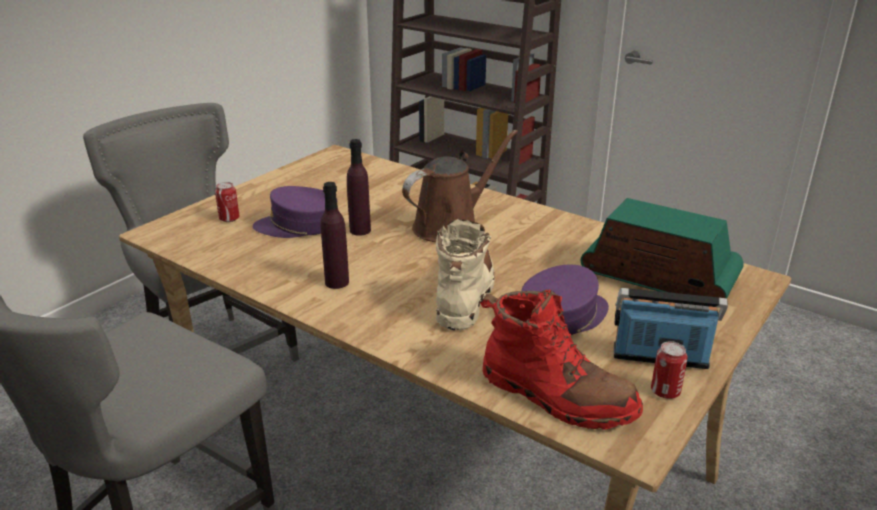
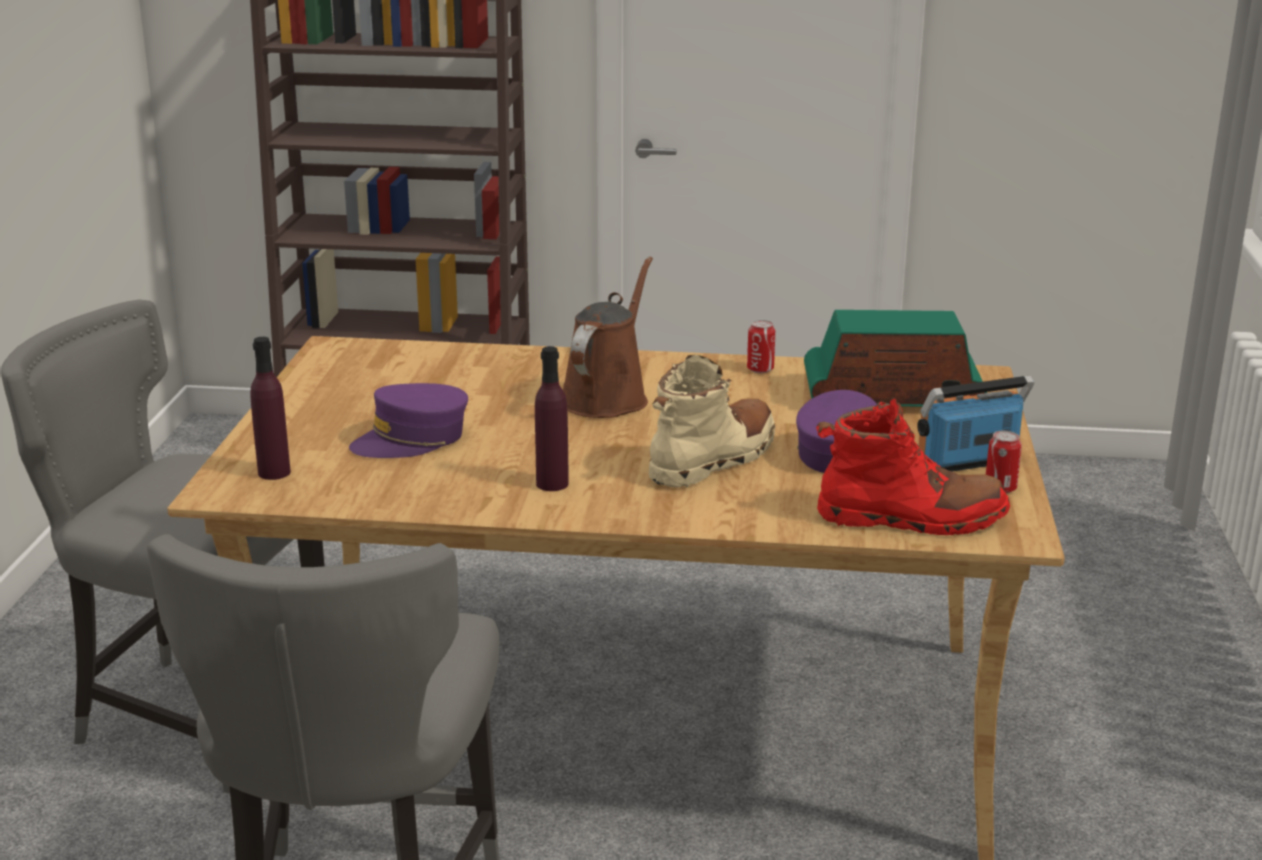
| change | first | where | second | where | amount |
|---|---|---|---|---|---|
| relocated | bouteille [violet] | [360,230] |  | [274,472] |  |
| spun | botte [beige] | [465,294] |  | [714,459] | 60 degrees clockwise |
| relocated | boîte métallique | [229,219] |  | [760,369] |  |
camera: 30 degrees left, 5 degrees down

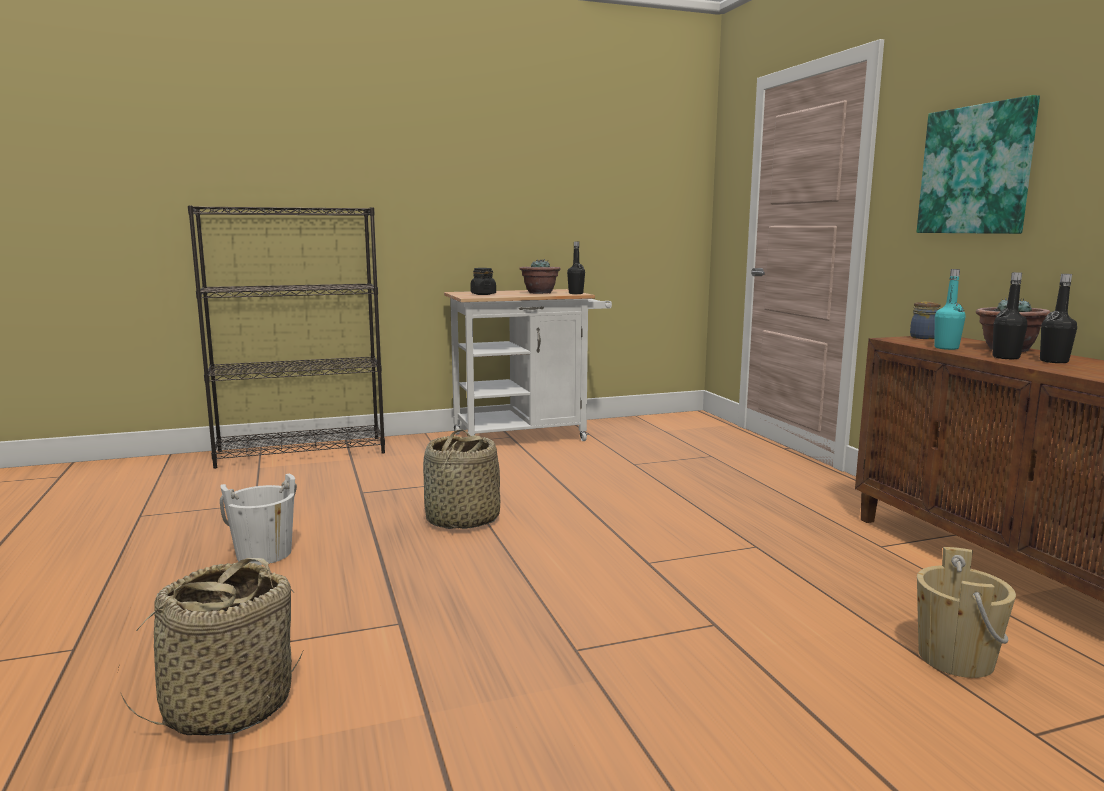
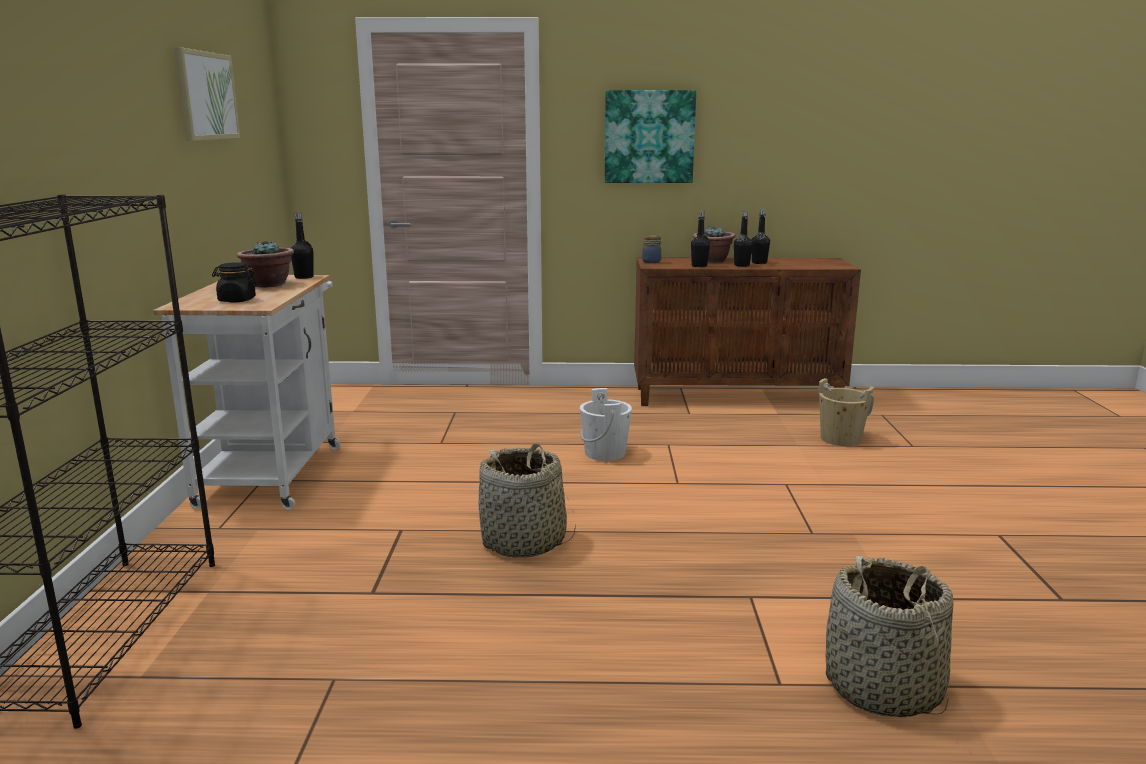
| change | first | where | second | where | amount |
|---|---|---|---|---|---|
| appeared |  |  | tableau | [206,96] |  |
| relocated | seau [blanc] | [264,554] |  | [605,453] |  |
| colour | bouteille [turquoise] | [946,348] | bouteille [noir] | [699,266] |  |
camera: 70 degrees left, 5 degrees up

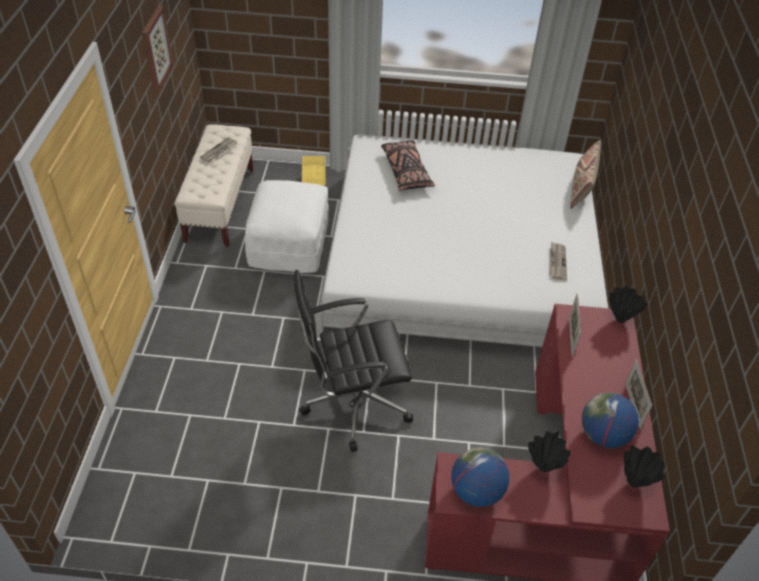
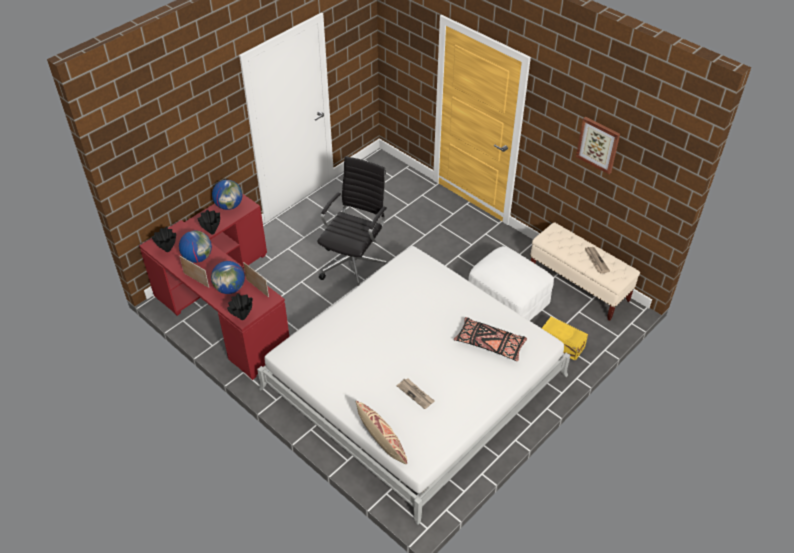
| change | first | where | second | where | amount |
|---|---|---|---|---|---|
| appeared |  |  | globe | [230,288] |  |
| relocated | journal | [557,262] |  | [416,394] |  |
camera: 130 degrees right, 0 degrees up

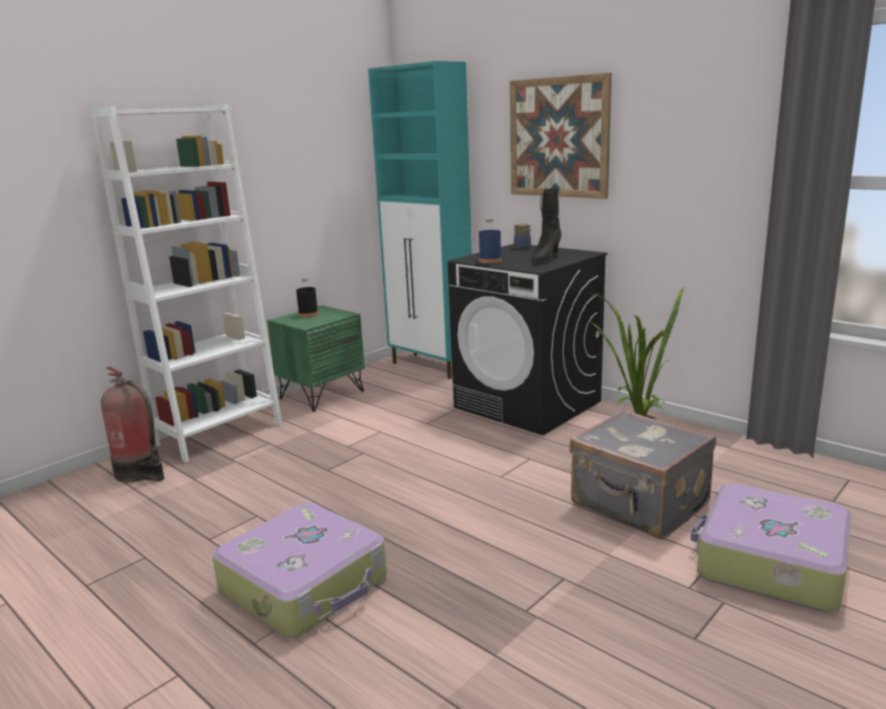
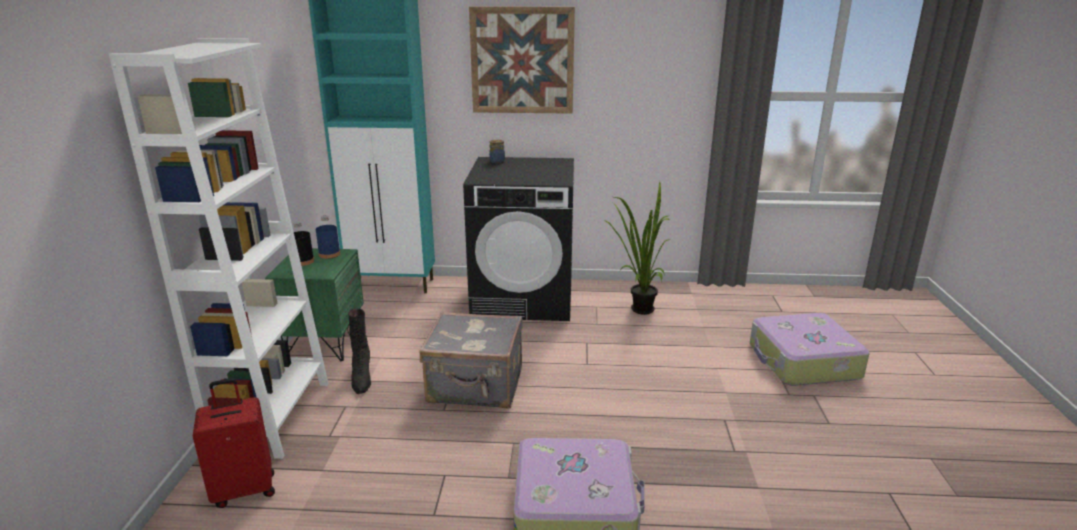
| change | first | where | second | where | amount |
|---|---|---|---|---|---|
| exchanged | extincteur | [140,473] | valise [rouge] | [244,489] |  |
| relocated | bouteille [bleu] | [490,261] |  | [329,254] |  |
| relocated | botte [noir] | [545,259] |  | [361,379] |  |
| relocated | valise [gris] | [639,505] |  | [476,387] |  |
camera: 40 degrees left, 5 degrees up

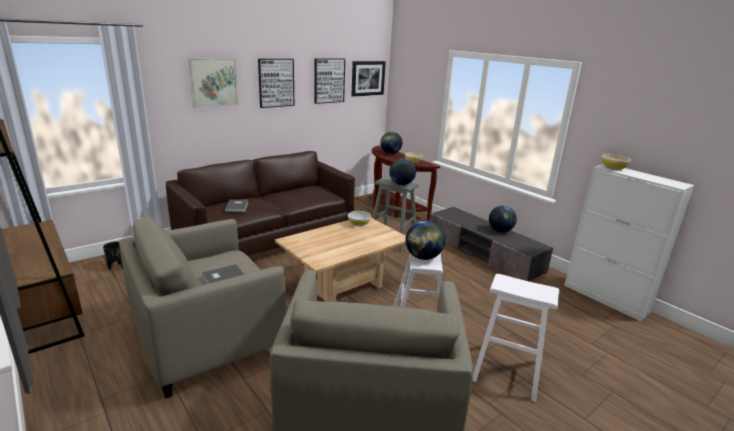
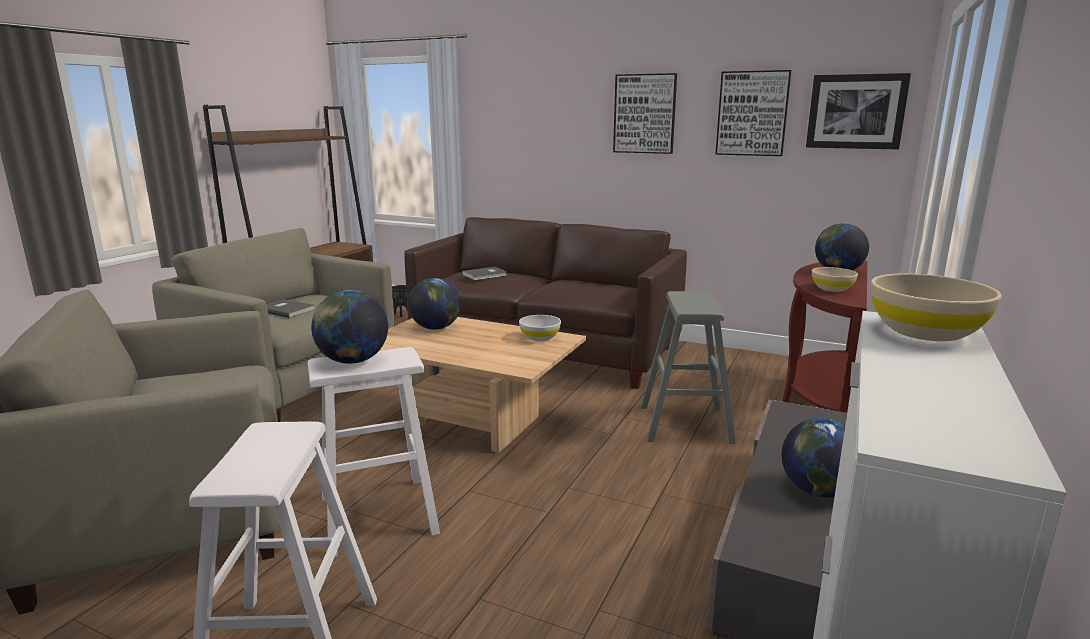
| change | first | where | second | where | amount |
|---|---|---|---|---|---|
| relocated | globe | [401,184] |  | [436,328] |  |
| missing | tableau | [213,82] |  |  |  |
camera: 65 degrees right, 5 degrees down

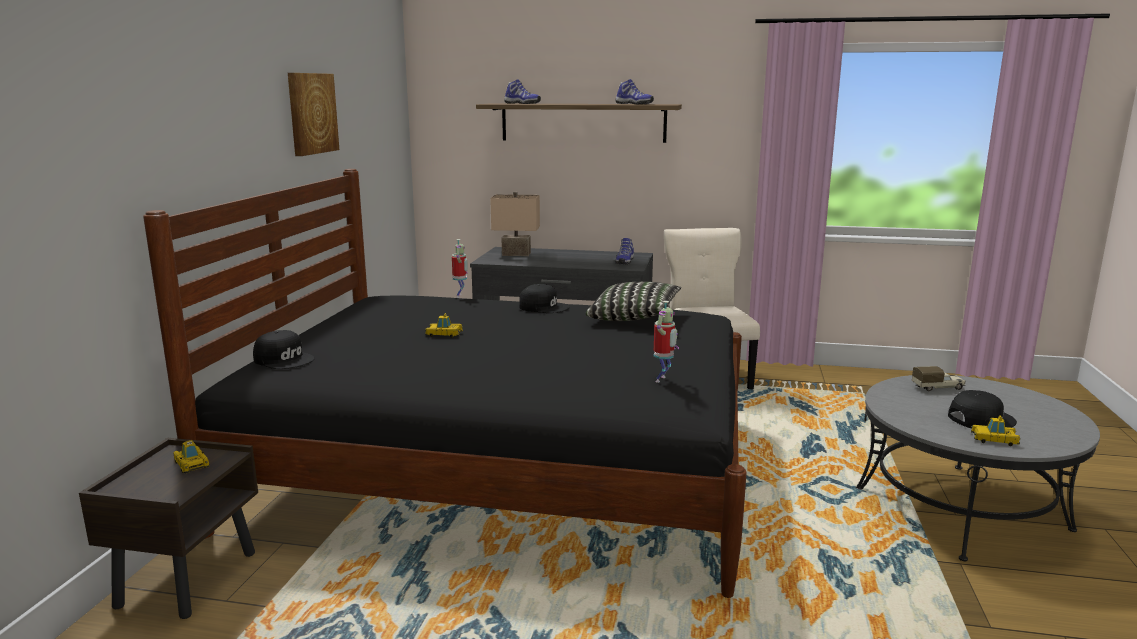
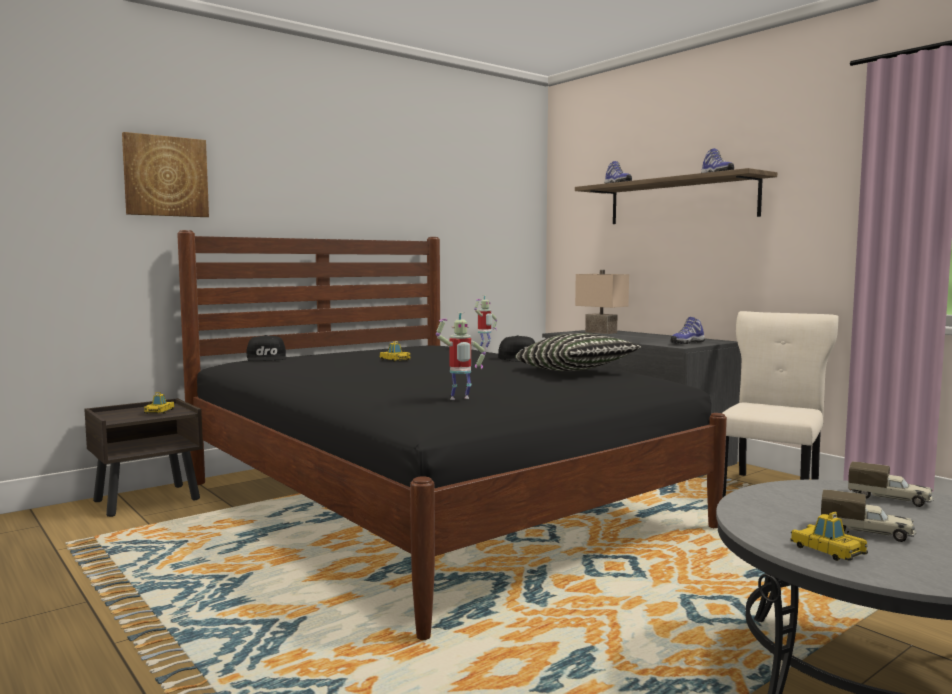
| change | first | where | second | where | amount |
|---|---|---|---|---|---|
| relocated | tableau | [311,113] |  | [165,176] |  |
| exchanged | casquette [noir] | [980,419] | camion jouet | [866,532] |  |
camera: 40 degrees right, 10 degrees down

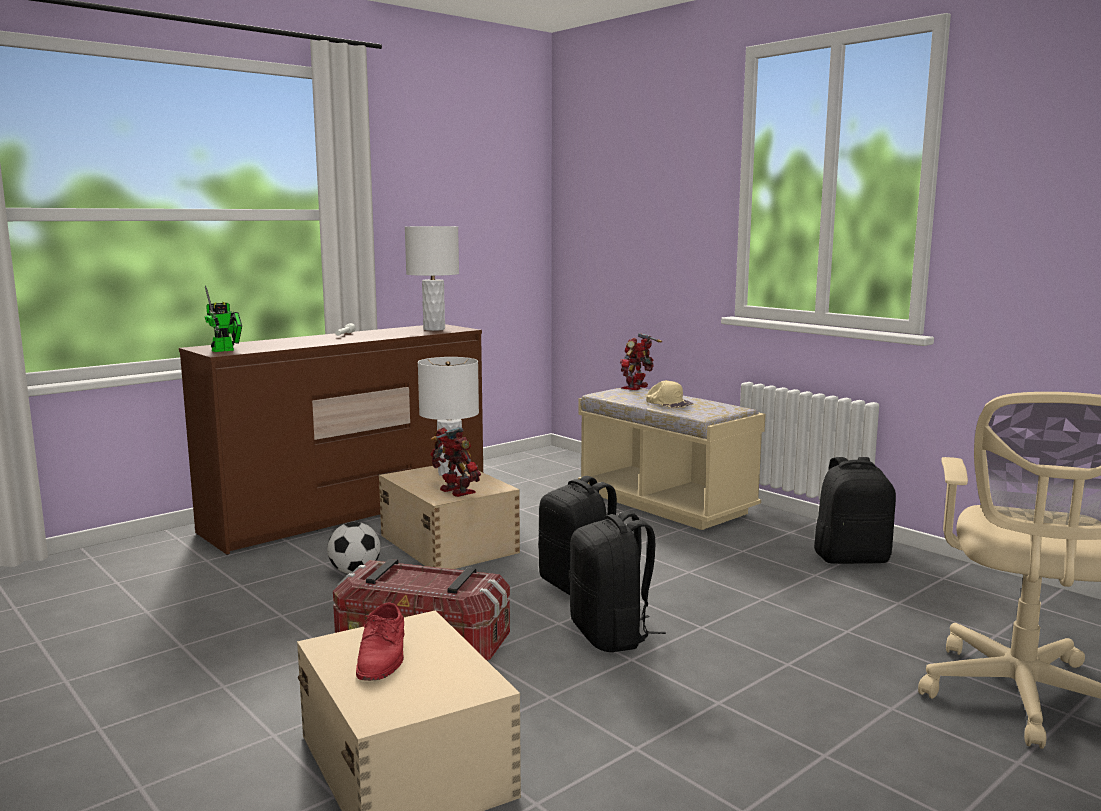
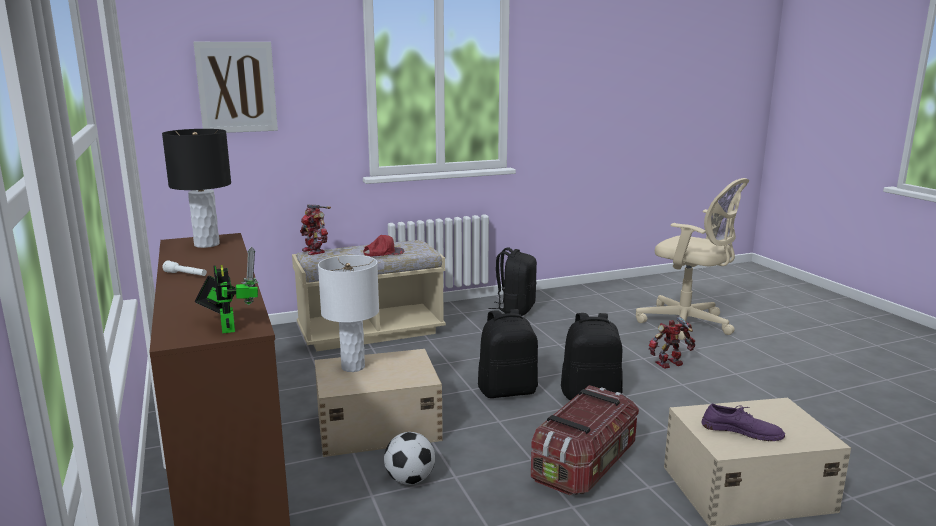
| change | first | where | second | where | amount |
|---|---|---|---|---|---|
| colour | lampe de table [blanc] | [434,329] | lampe de table [noir] | [206,244] |  |
| appeared |  |  | tableau | [236,87] |  |
| colour | casquette [beige] | [668,403] | casquette [rouge] | [383,252] |  |
| relocated | robot jouet | [455,492] |  | [670,364] |  |
| colour | chaussure [rouge] | [383,655] | chaussure [violet] | [741,430] |  |
camera: 70 degrees left, 5 degrees up

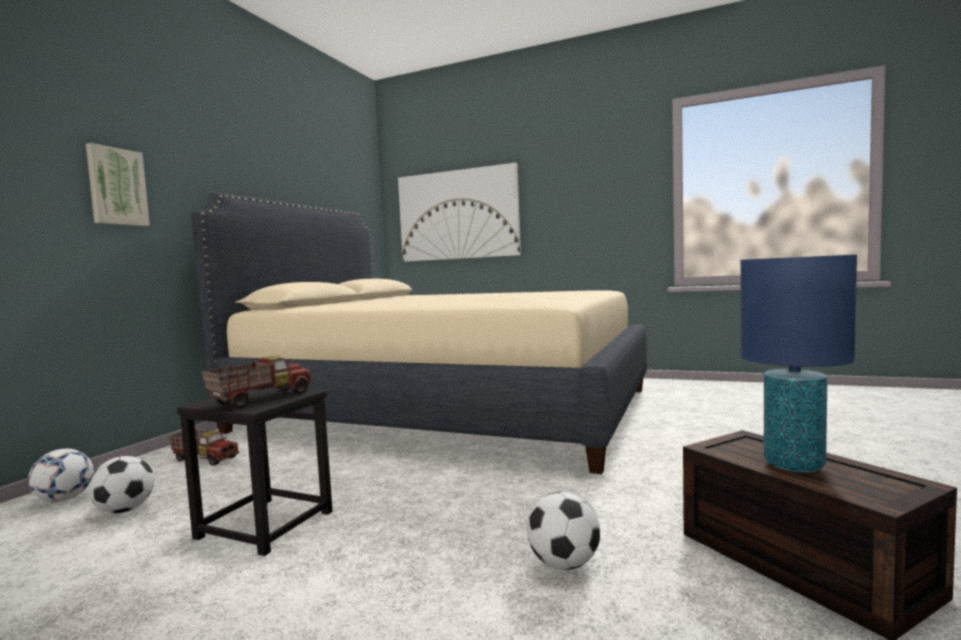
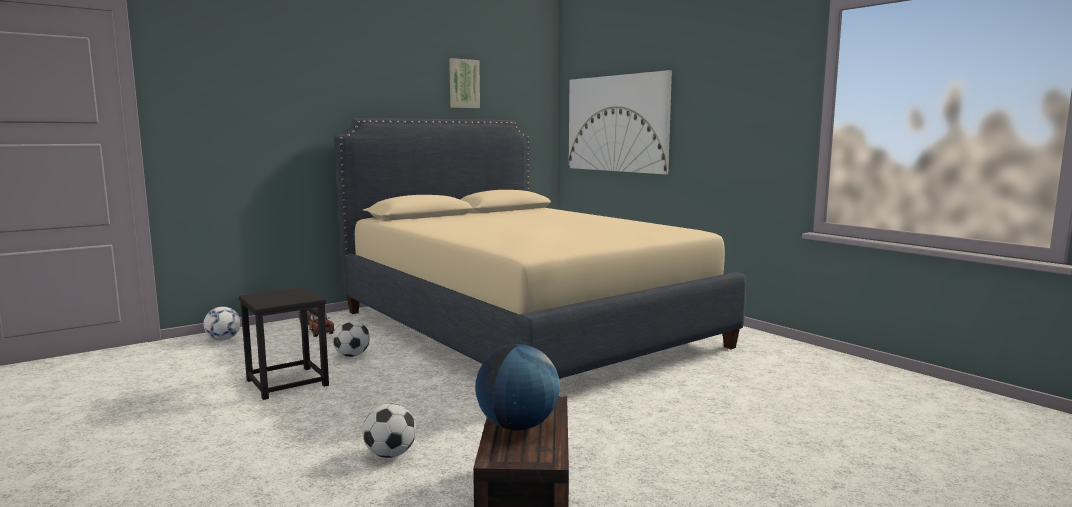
| change | first | where | second | where | amount |
|---|---|---|---|---|---|
| relocated | ballon de foot | [124,510] |  | [352,355] |  |
| relocated | tableau | [116,187] |  | [463,84] |  |
| exchanged | lampe de table [bleu] | [794,465] | globe | [517,426] |  |
| missing | camion jouet | [260,399] |  |  |  |
camera: 30 degrees right, 5 degrees up

